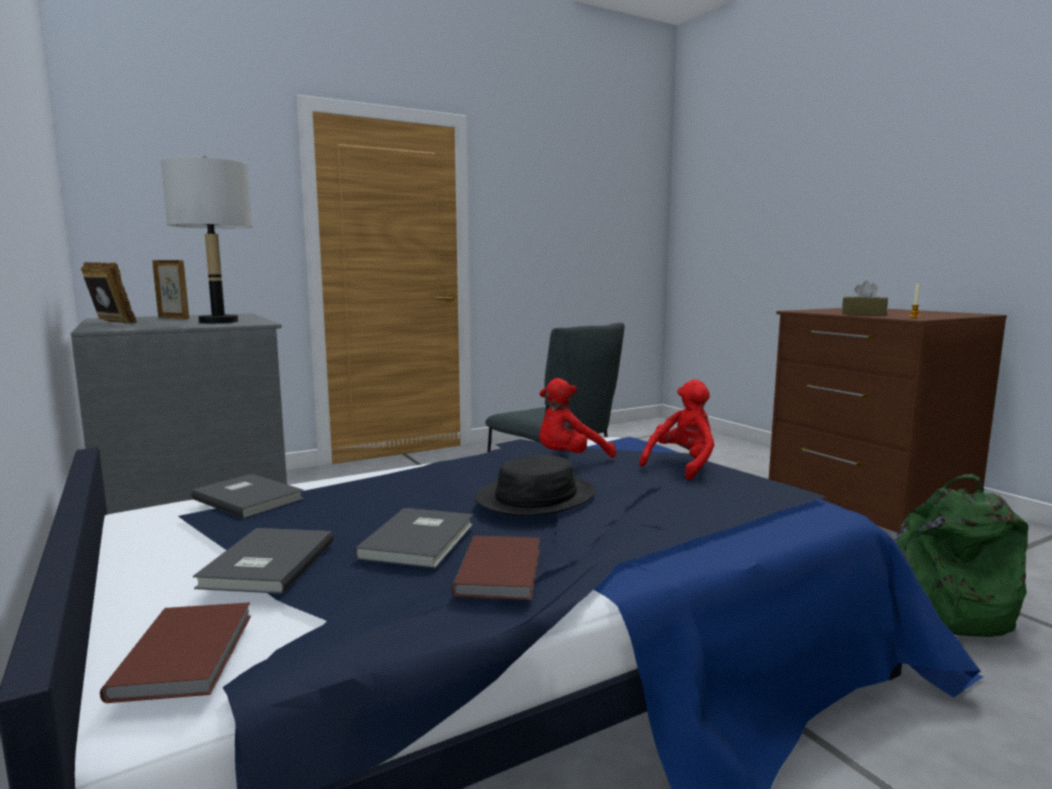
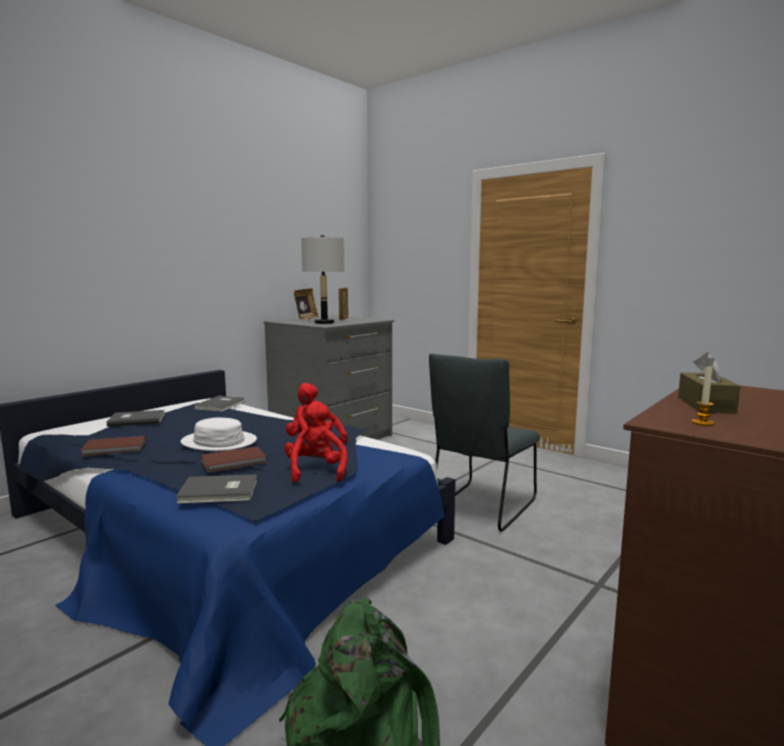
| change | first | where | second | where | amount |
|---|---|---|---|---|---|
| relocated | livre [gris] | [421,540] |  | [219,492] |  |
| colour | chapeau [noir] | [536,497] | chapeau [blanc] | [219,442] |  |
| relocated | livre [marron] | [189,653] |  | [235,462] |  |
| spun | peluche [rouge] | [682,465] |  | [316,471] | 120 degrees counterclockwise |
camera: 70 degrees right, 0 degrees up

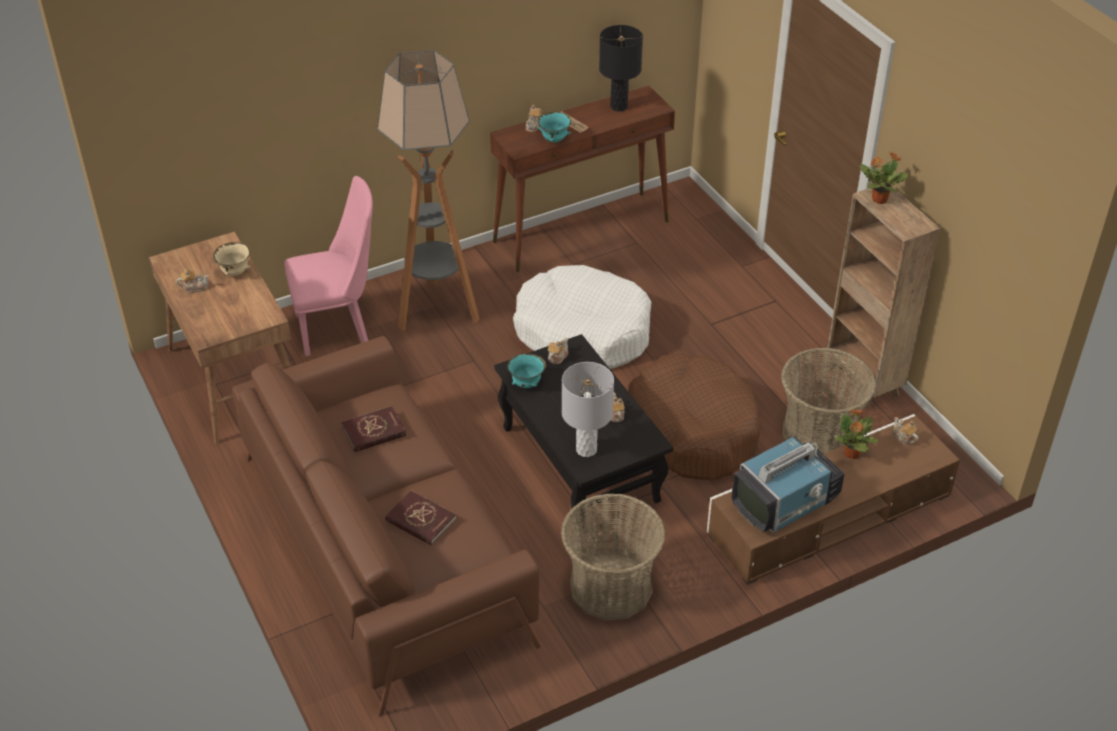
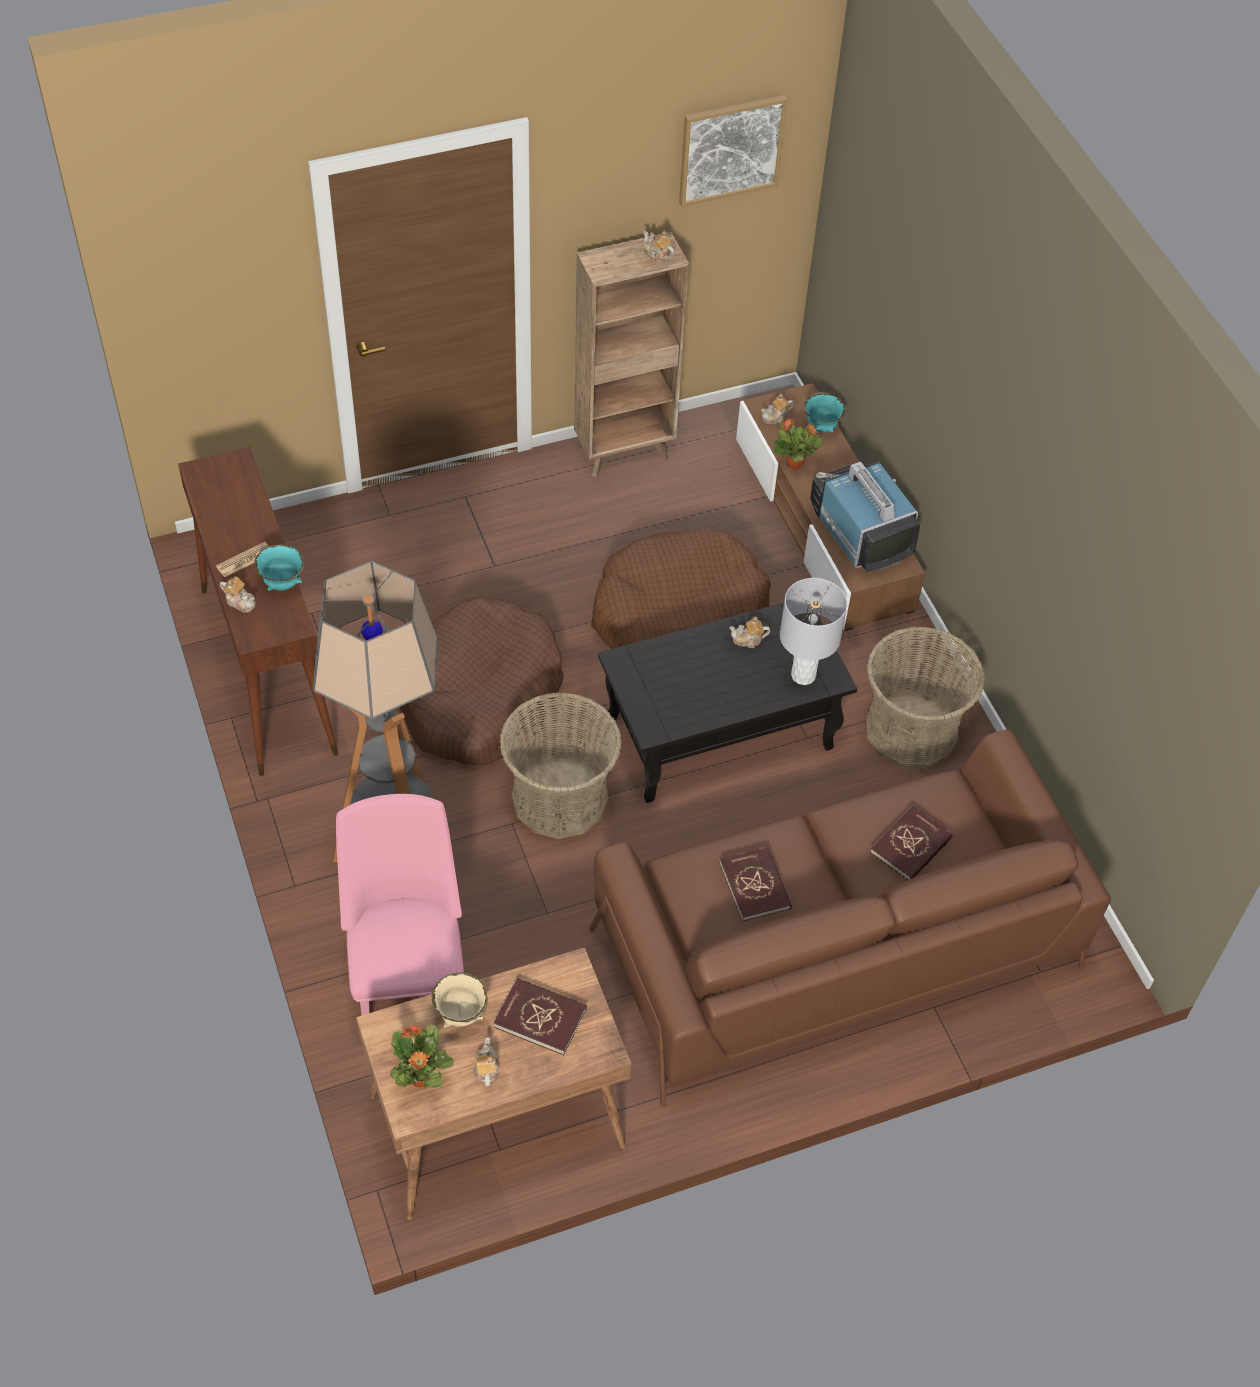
| change | first | where | second | where | amount |
|---|---|---|---|---|---|
| relocated | plante en pot | [878,199] |  | [421,1078] |  |
| colour | panier pour chien [blanc] | [583,331] | panier pour chien [marron] | [479,697] |  |
| appeared |  |  | livre [rouge] | [540,1018] |  |
| relocated | panier | [819,435] |  | [560,797] |  |
| relocated | théière | [557,357] |  | [657,254] |  |
| appeared |  |  | tableau | [731,149] |  |
| relocated | bol [turquoise] | [527,384] |  | [821,427] |  |
| missing | lampe de table [noir] | [619,106] |  |  |  |
camera: 85 degrees left, 10 degrees up

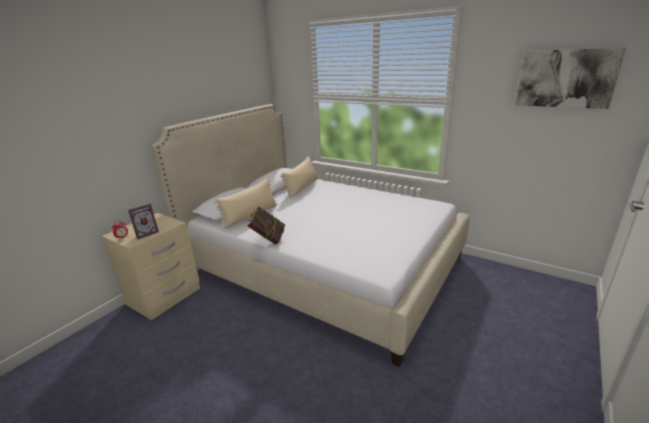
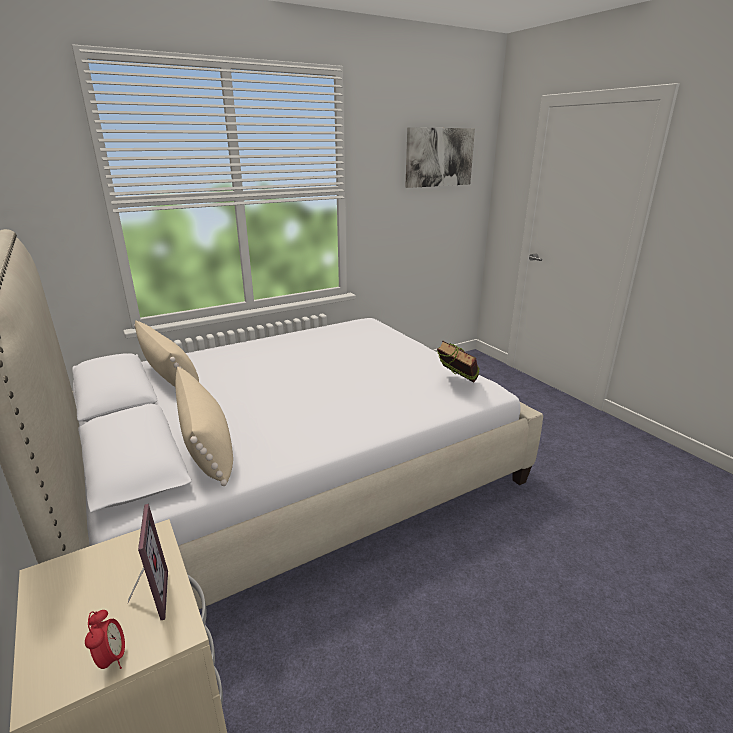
| change | first | where | second | where | amount |
|---|---|---|---|---|---|
| relocated | livre | [268,240] |  | [456,384] |  |
camera: 65 degrees left, 0 degrees up

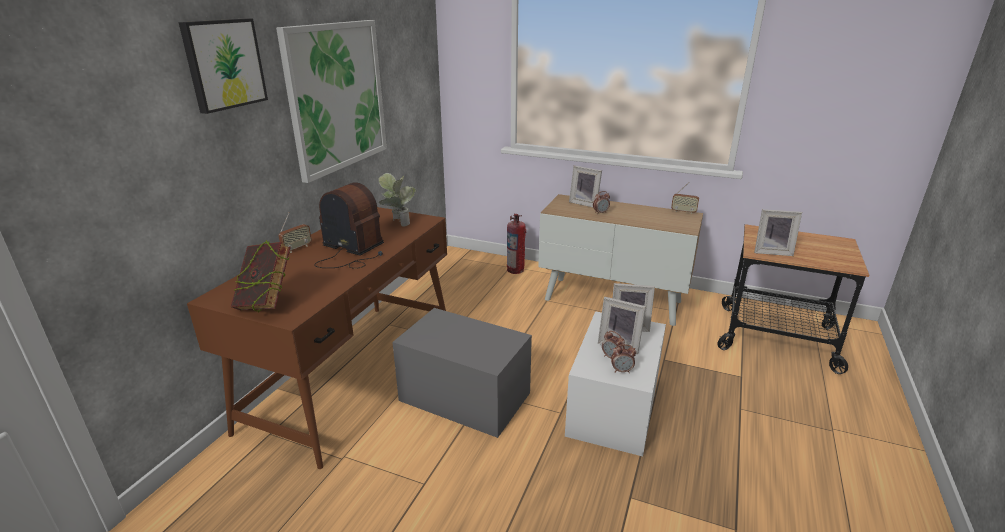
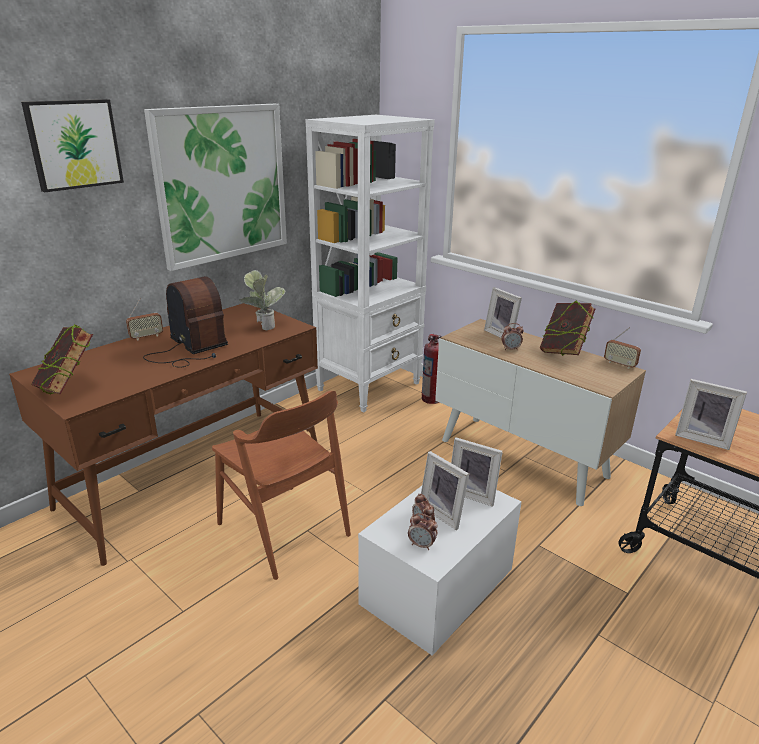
| change | first | where | second | where | amount |
|---|---|---|---|---|---|
| exchanged | boîte de rangement [gris] | [465,397] | chaise [marron] | [284,529] |  |
| appeared |  |  | bibliothèque [blanc] | [370,386] |  |
| appeared |  |  | livre | [563,352] |  |
camera: 20 degrees right, 0 degrees up

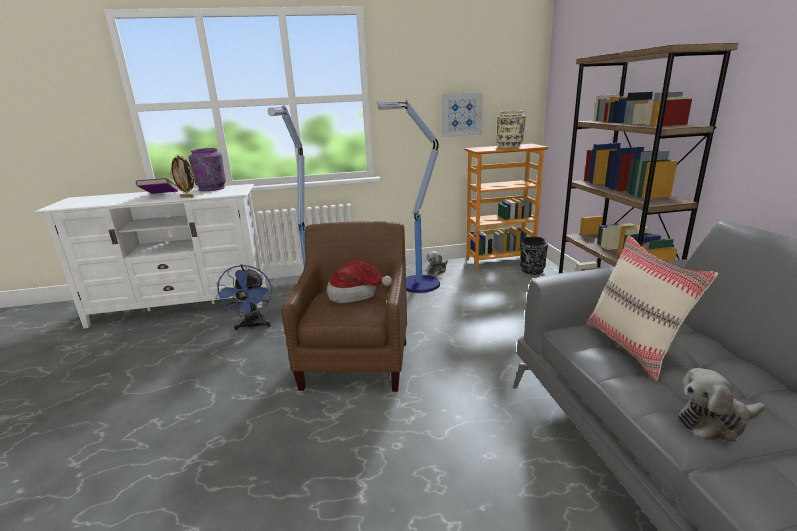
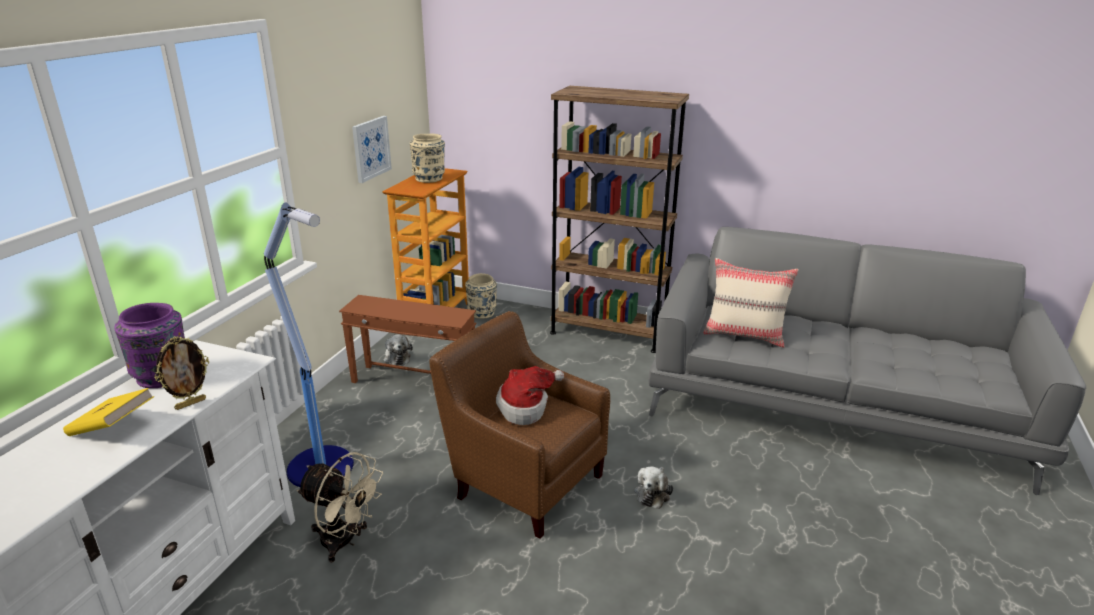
| change | first | where | second | where | amount |
|---|---|---|---|---|---|
| colour | livre [violet] | [160,195] | livre [jaune] | [113,428] |  |
| colour | ventilateur [bleu] | [253,326] | ventilateur [beige] | [345,542] |  |
| exchanged | lampadaire | [418,284] | table d'appoint [marron] | [413,383] |  |
| colour | vase [noir] | [532,270] | vase [beige] | [482,313] |  |
| relocated | peluche | [714,422] |  | [653,493] |  |
camera: 60 degrees left, 5 degrees up

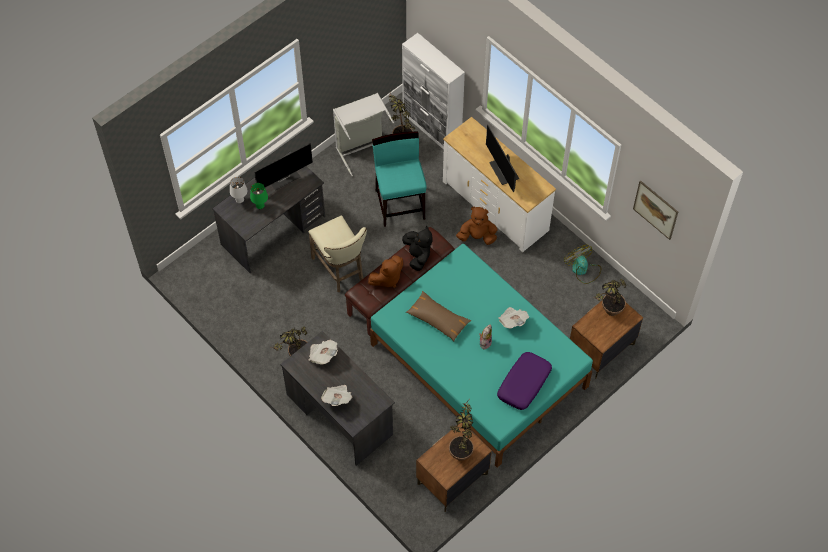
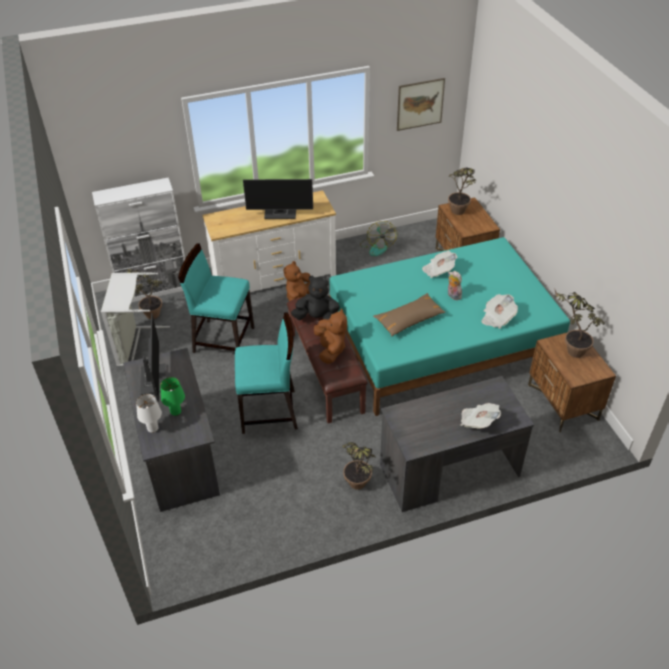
| change | first | where | second | where | amount |
|---|---|---|---|---|---|
| exchanged | tabouret [beige] | [340,270] | chaise [turquoise] | [269,412] |  |
| spun | ventilateur | [582,270] |  | [377,246] | 90 degrees counterclockwise |
| relocated | journal | [323,355] |  | [497,318] |  |
| missing | coussin [violet] | [524,384] |  |  |  |
camera: 65 degrees left, 15 degrees down

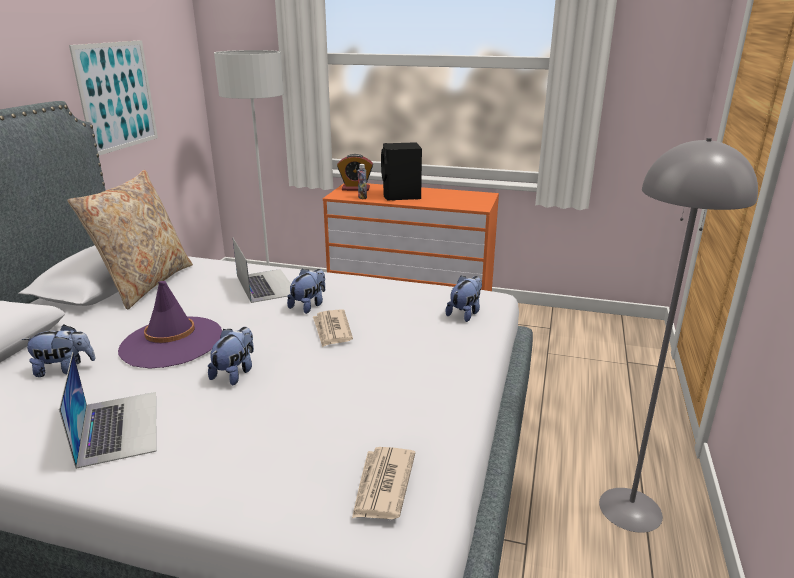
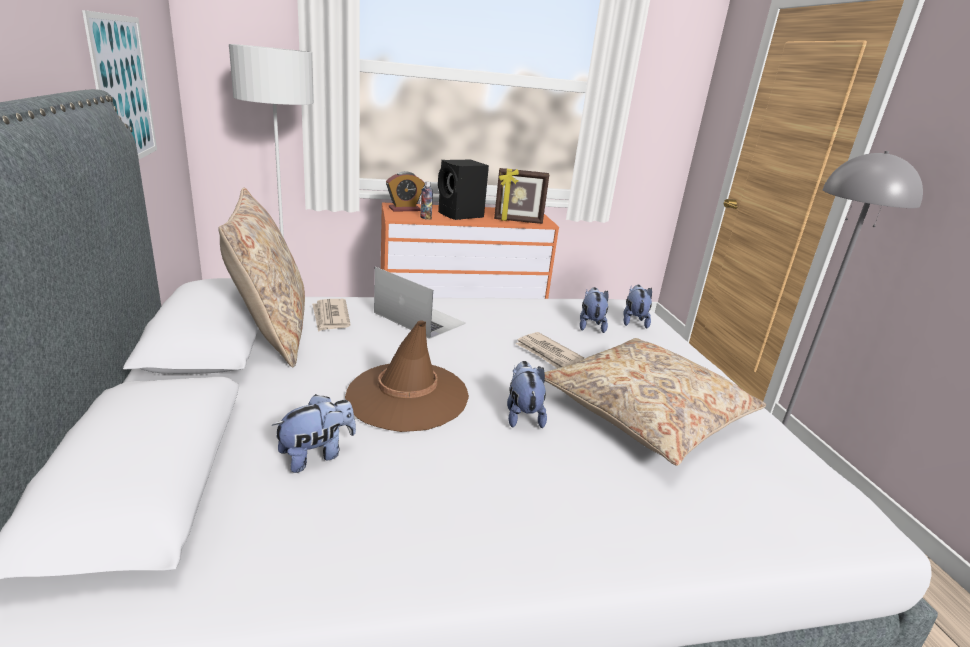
| change | first | where | second | where | amount |
|---|---|---|---|---|---|
| relocated | journal | [382,486] |  | [330,317] |  |
| colour | chapeau [violet] | [171,342] | chapeau [marron] | [407,396] |  |
| appeared |  |  | cadre photo | [518,221] |  |
| appeared |  |  | coussin [beige] | [647,412] |  |
| relocated | peluche | [309,305] |  | [590,325] |  |
| missing | ordinateur portable | [118,427] |  |  |  |
camera: 30 degrees left, 0 degrees up

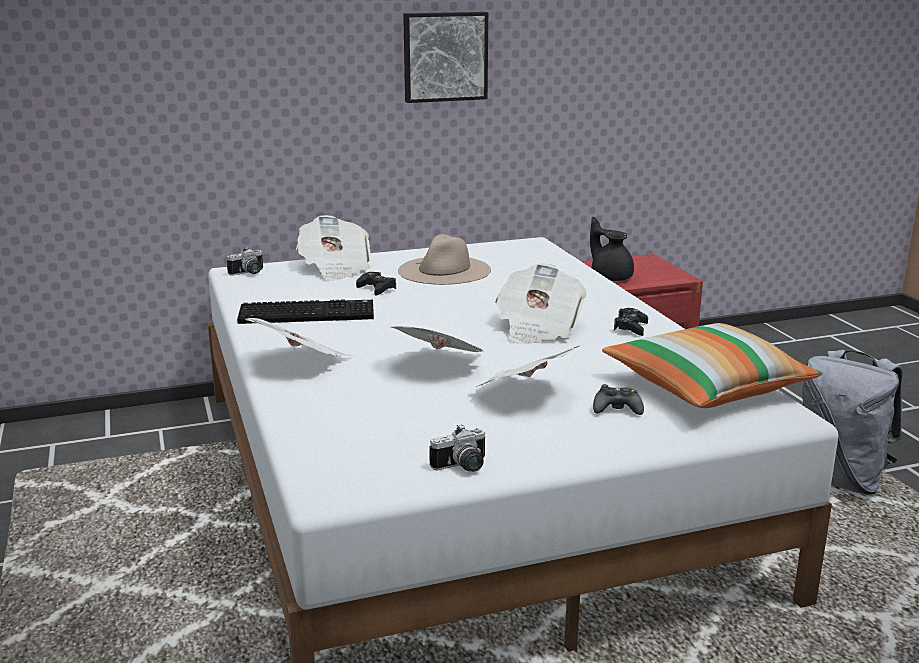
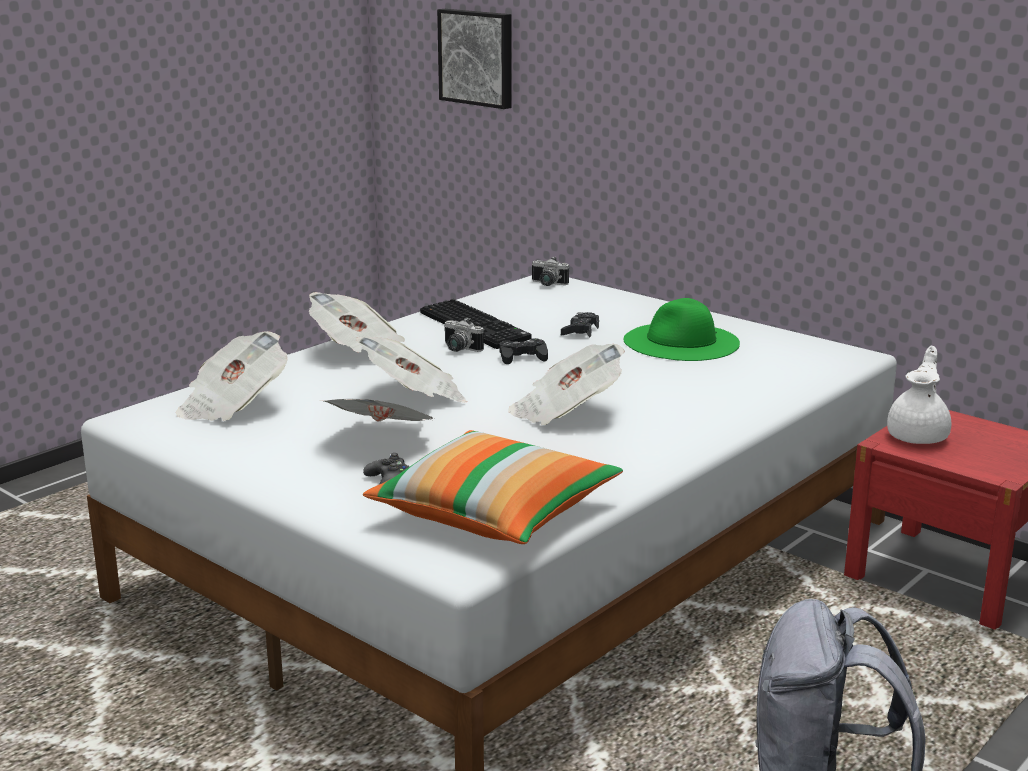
| change | first | where | second | where | amount |
|---|---|---|---|---|---|
| relocated | journal | [335,268] |  | [232,405] |  |
| relocated | tableau | [444,56] |  | [477,57] |  |
| relocated | appareil photo | [462,467] |  | [459,349] |  |
| relocated | manette [noir] | [630,327] |  | [522,357] |  |
| colour | chapeau [beige] | [444,270] | chapeau [vert] | [681,341] |  |
| colour | théière [noir] | [610,277] | théière [blanc] | [918,436] |  |
camera: 60 degrees right, 0 degrees up

